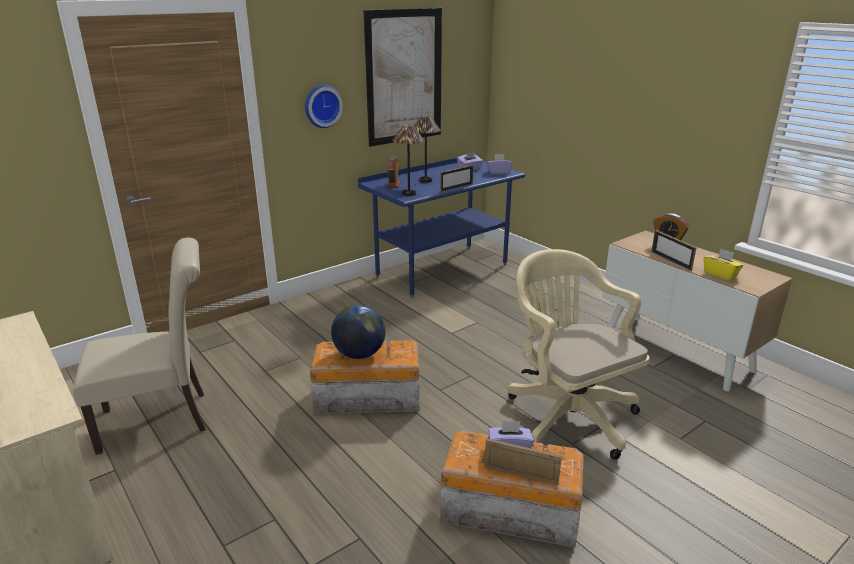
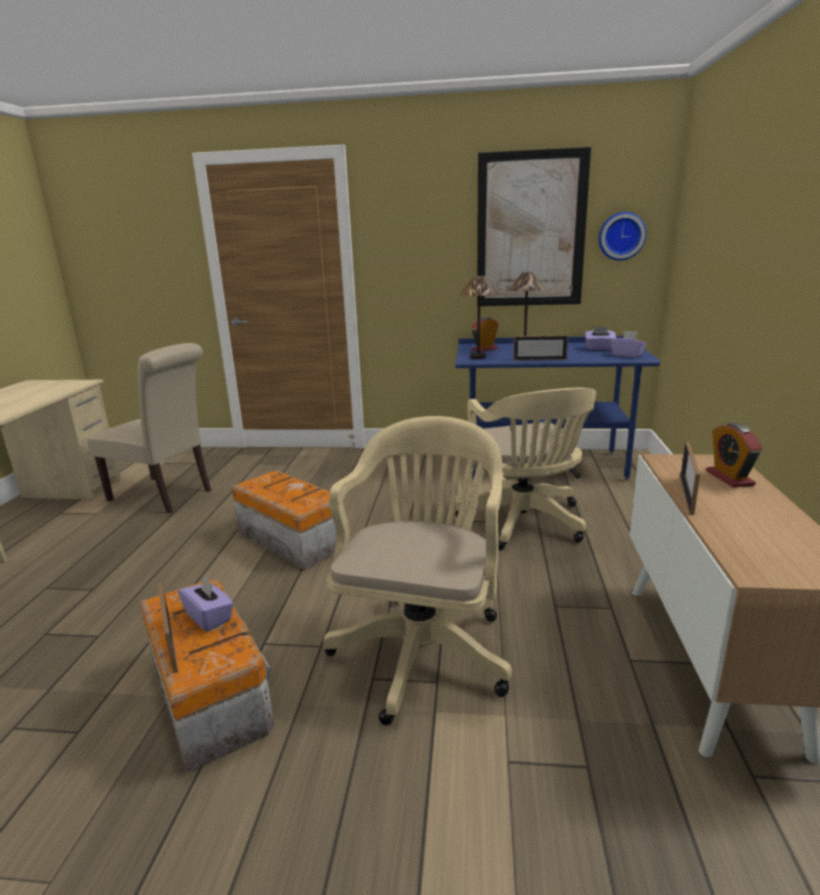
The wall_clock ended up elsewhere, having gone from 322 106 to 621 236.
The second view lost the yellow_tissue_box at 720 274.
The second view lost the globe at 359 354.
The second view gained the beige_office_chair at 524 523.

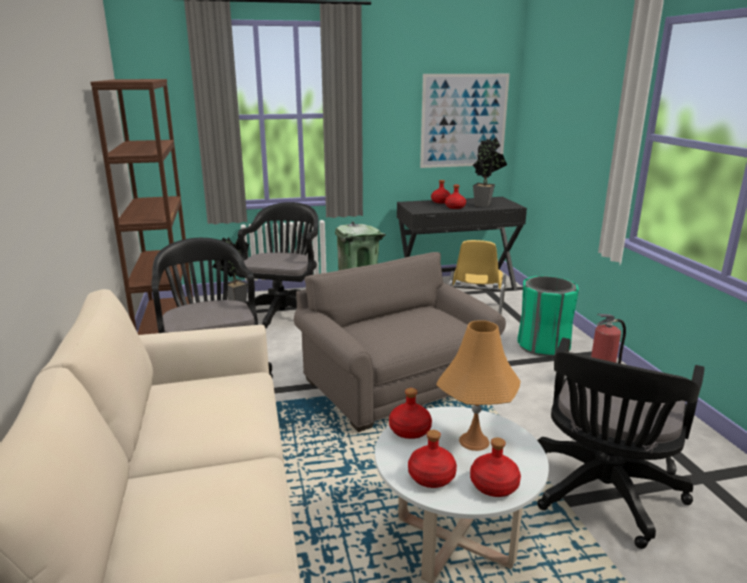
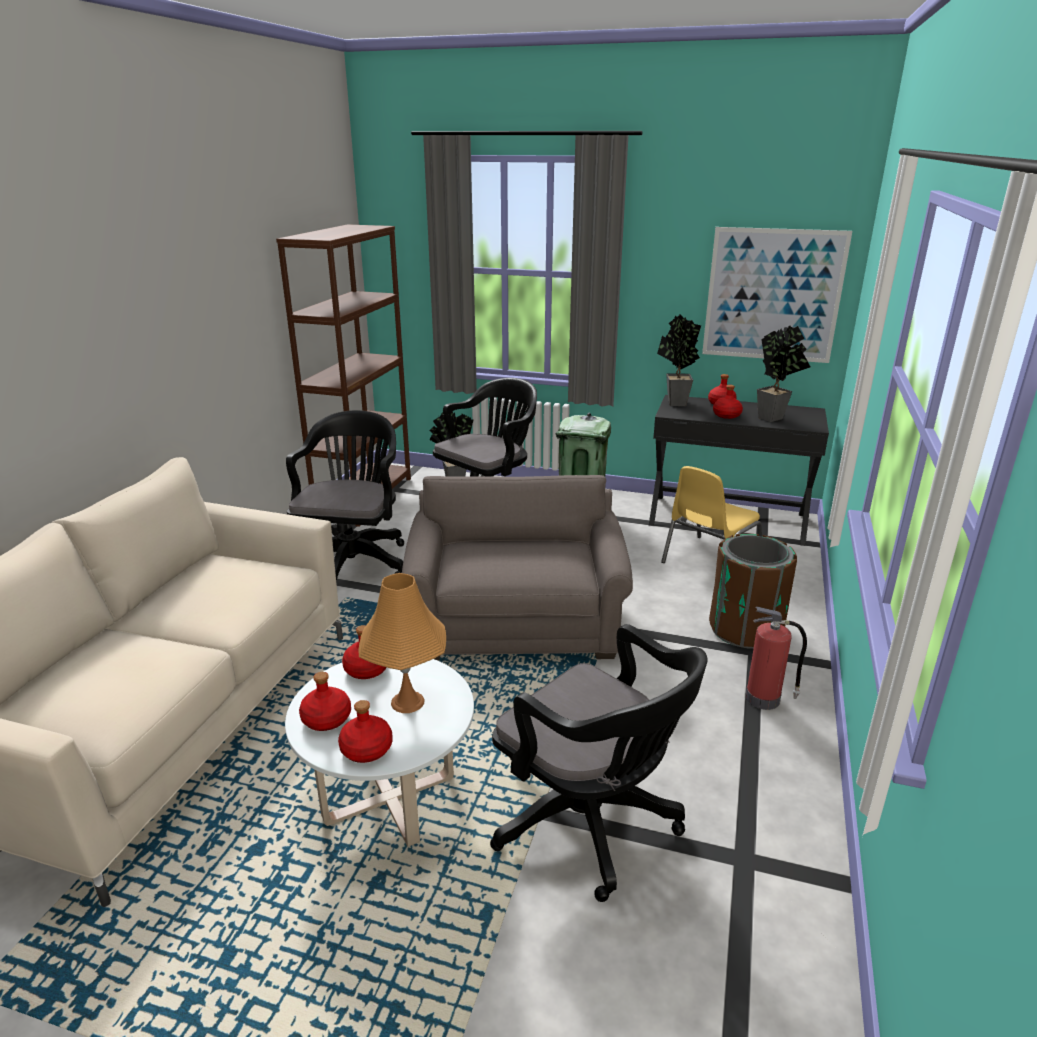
What was the green_trash_can at 543 346 turned into the brown_trash_can at 745 630.
The black_office_chair at 603 495 ended up facing another way, 105 degrees counterclockwise from before.
The second view gained the potted_plant at 675 404.

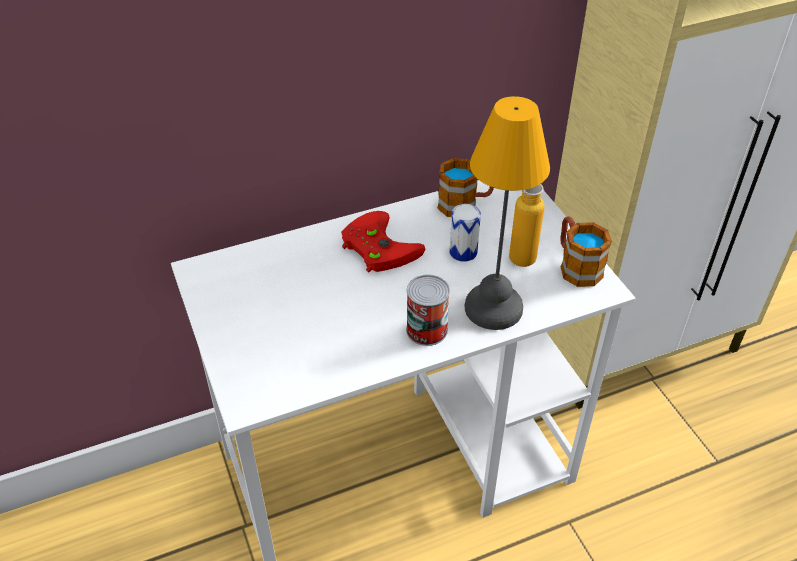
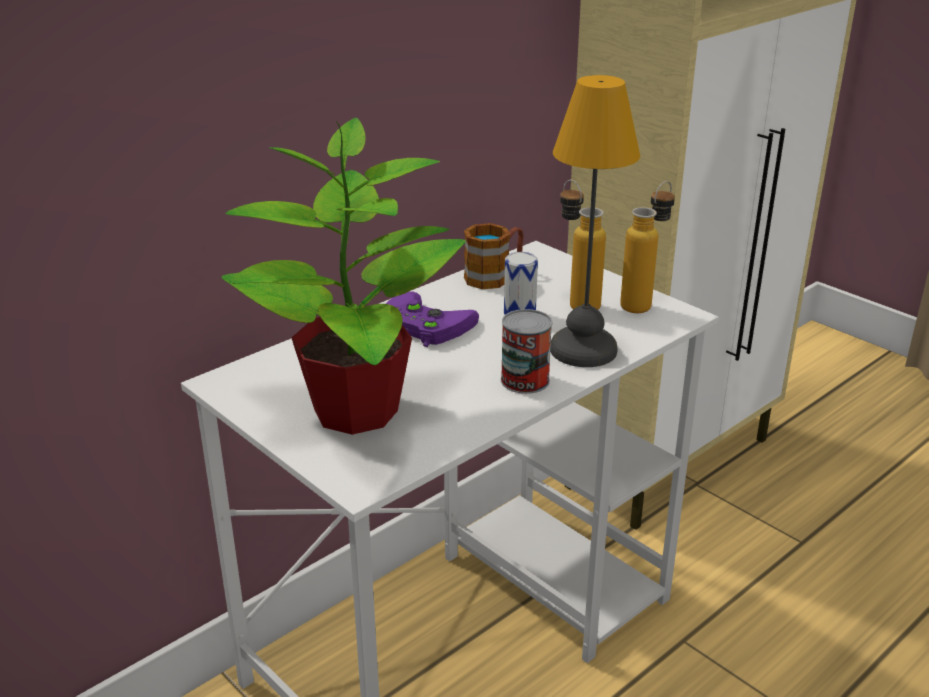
What was the red_game_controller at 376 246 turned into the purple_game_controller at 421 325.
Where the mug stood at 576 266, the bottle came to stand at 643 303.
The second view gained the potted_plant at 353 412.

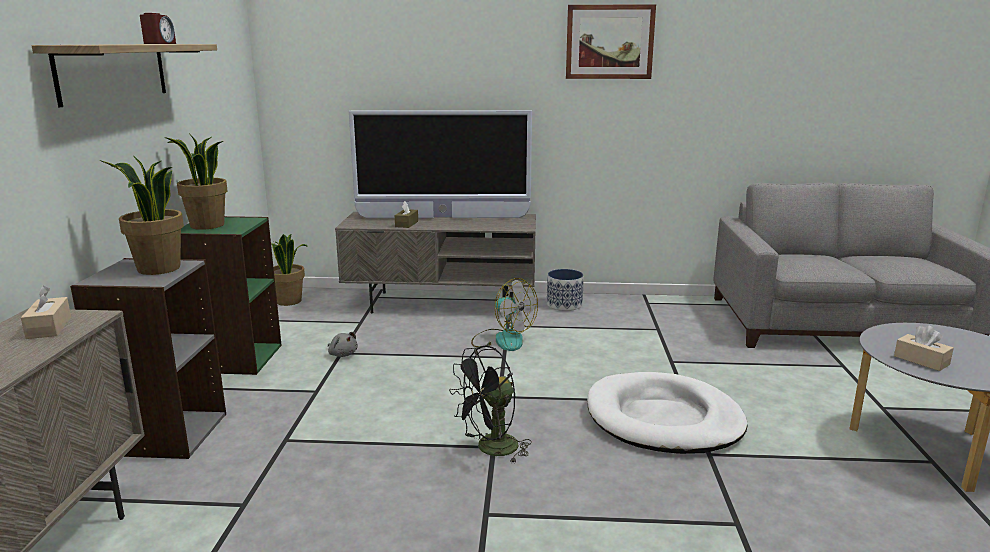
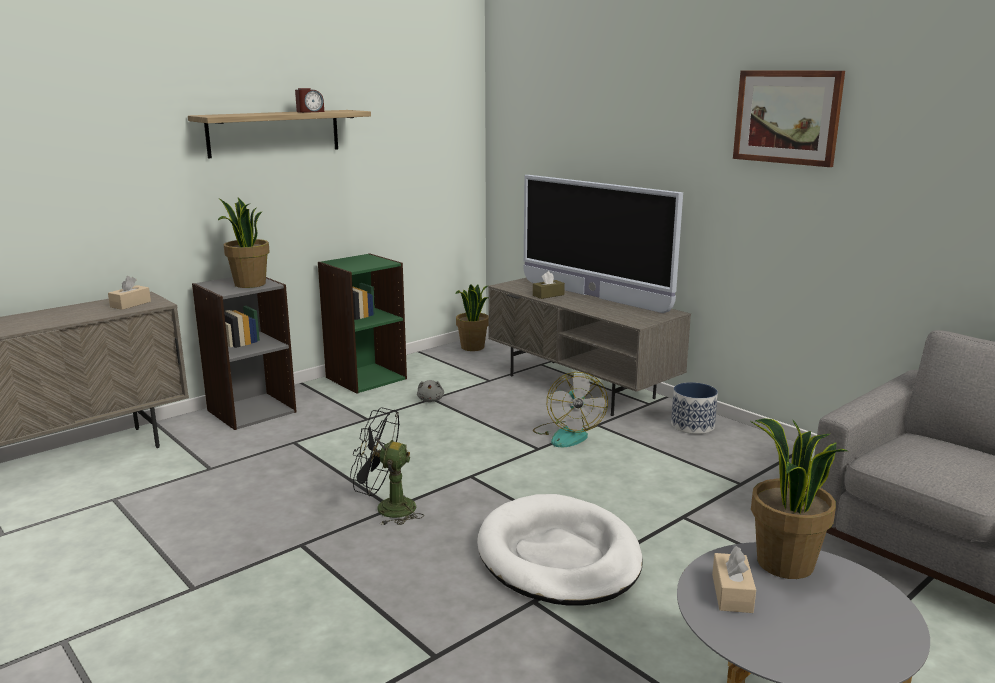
The potted_plant ended up elsewhere, having gone from 207 225 to 784 564.

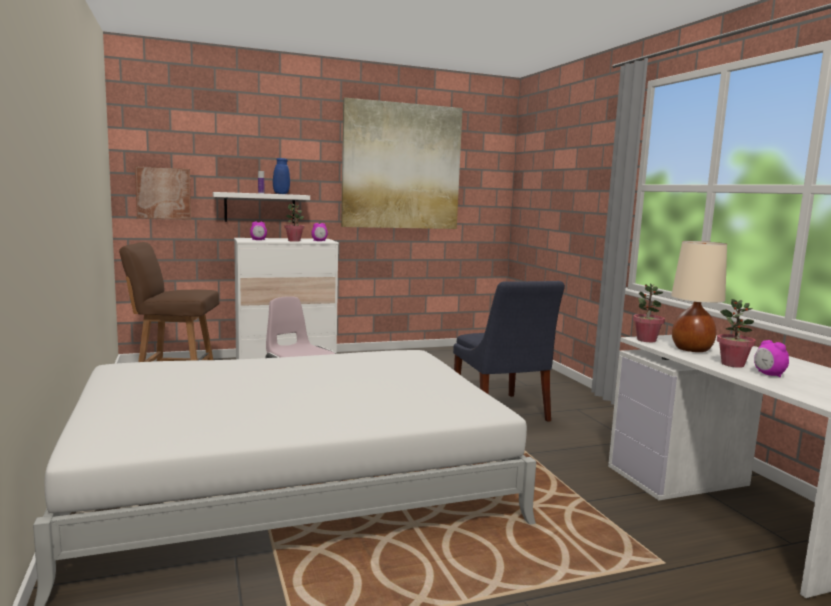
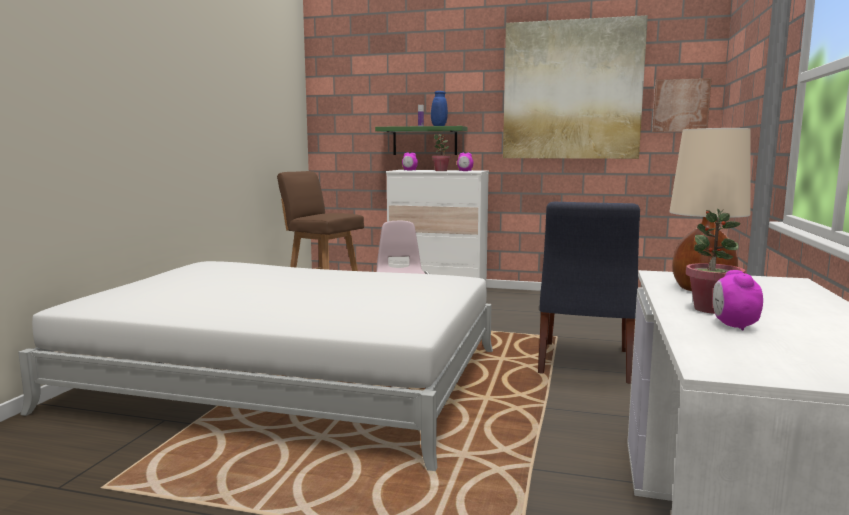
The picture ended up elsewhere, having gone from 163 193 to 680 105.
What was the white_shelf at 260 207 turned into the green_shelf at 425 141.
The second view lost the potted_plant at 646 340.

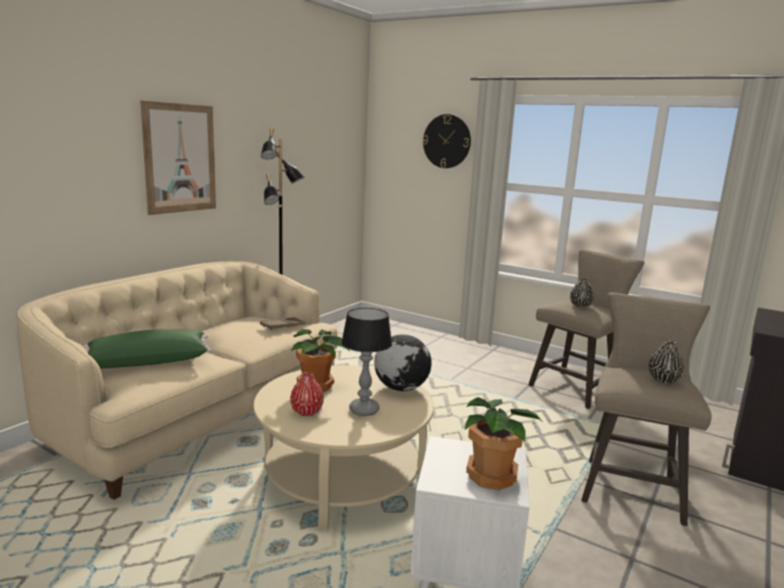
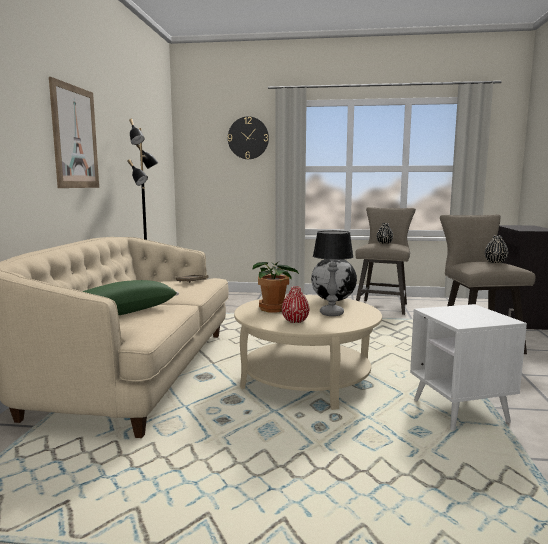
The second view lost the potted_plant at 492 475.

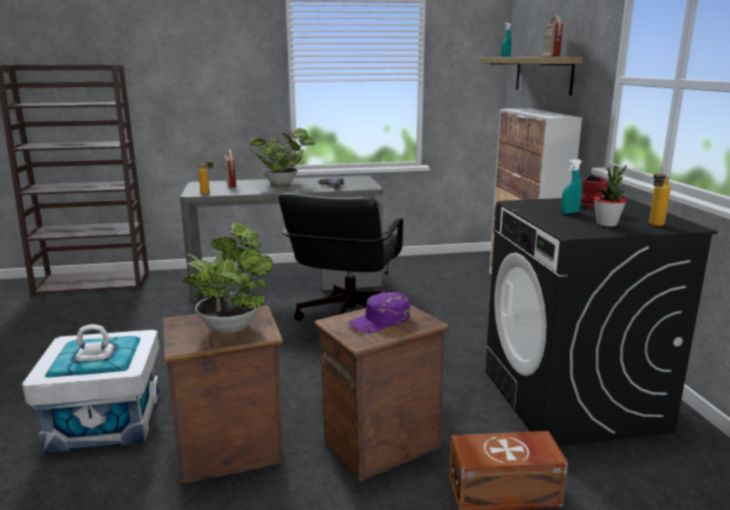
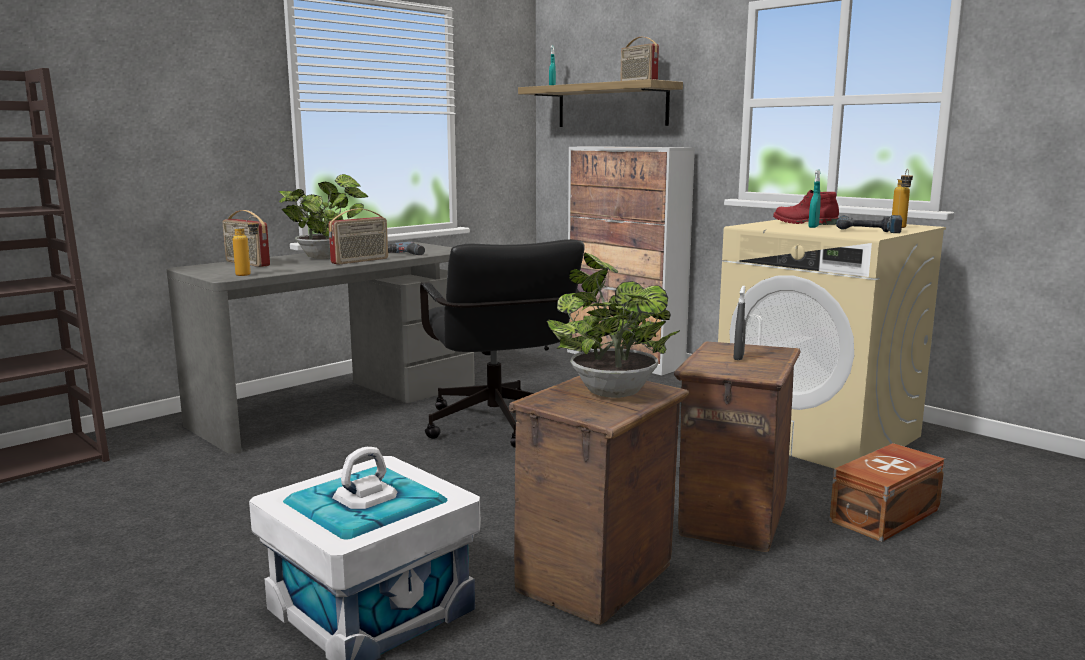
Where the potted_plant stood at 607 224, the power_drill came to stand at 867 230.
What was the black_washing_machine at 572 400 turned into the beige_washing_machine at 818 435.
Where the purple_cap stood at 380 320, the grey_spray_bottle came to stand at 738 357.
The second view gained the radio at 360 261.

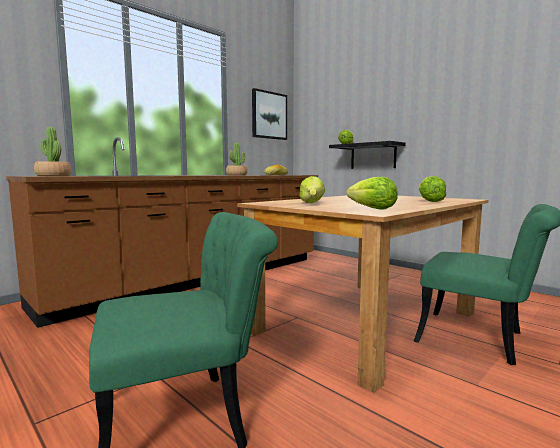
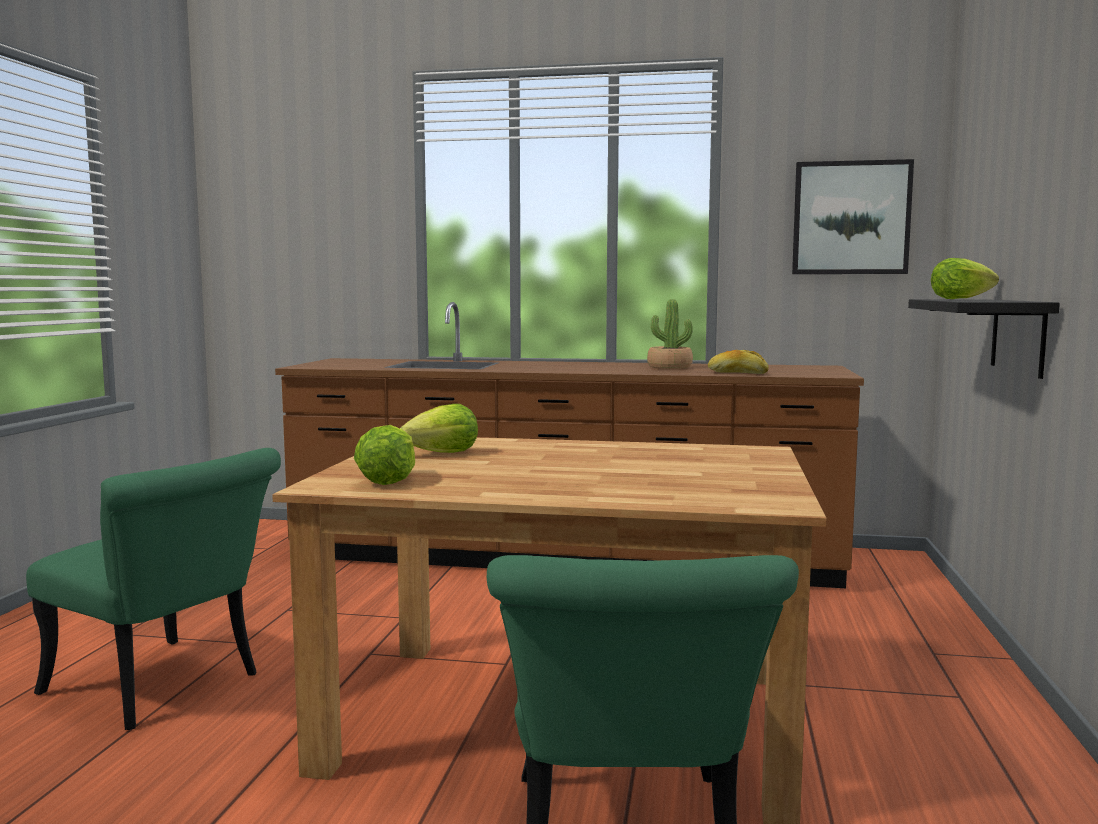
The second view lost the potted_plant at 53 176.
The second view lost the lettuce at 429 201.

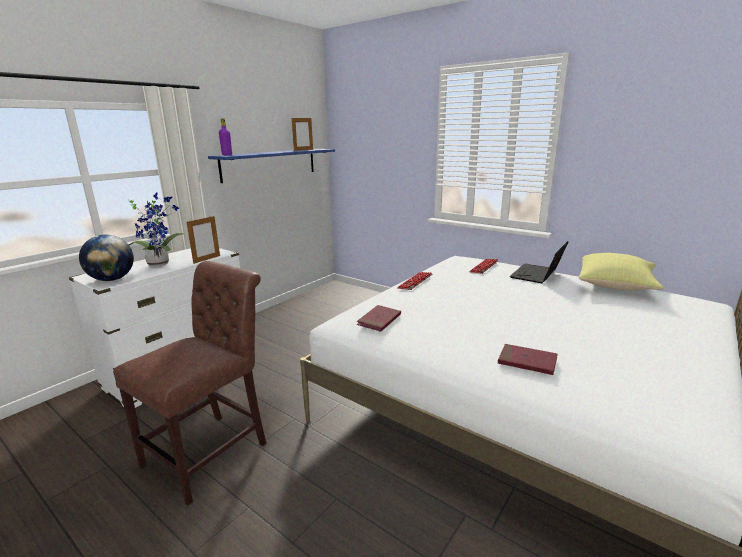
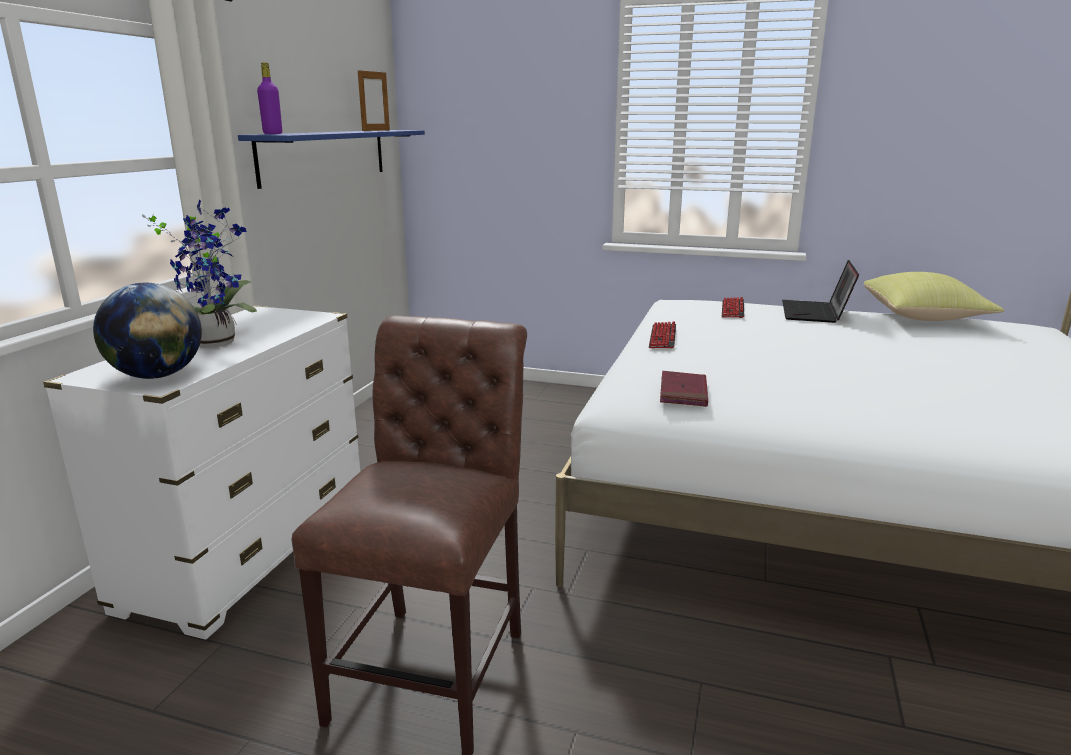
The second view lost the picture_frame at 207 259.
The second view lost the red_book at 527 362.

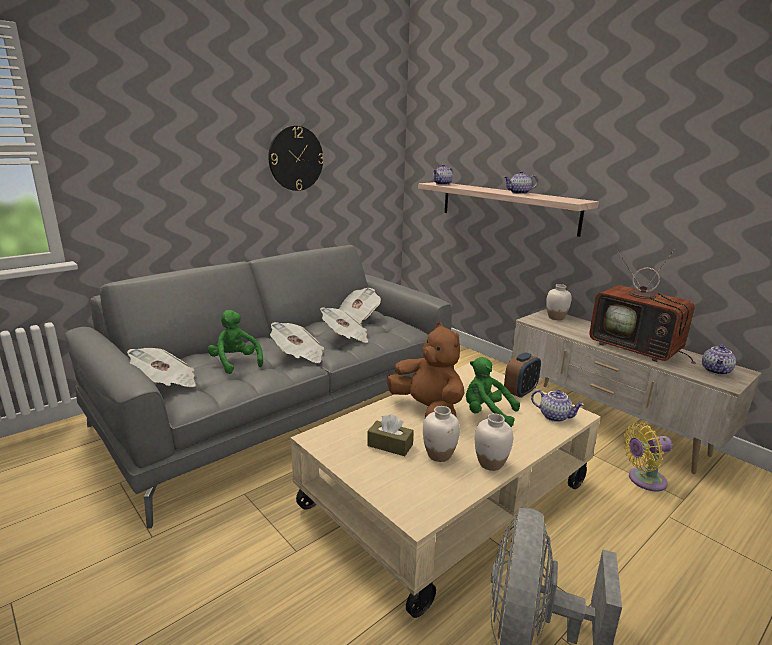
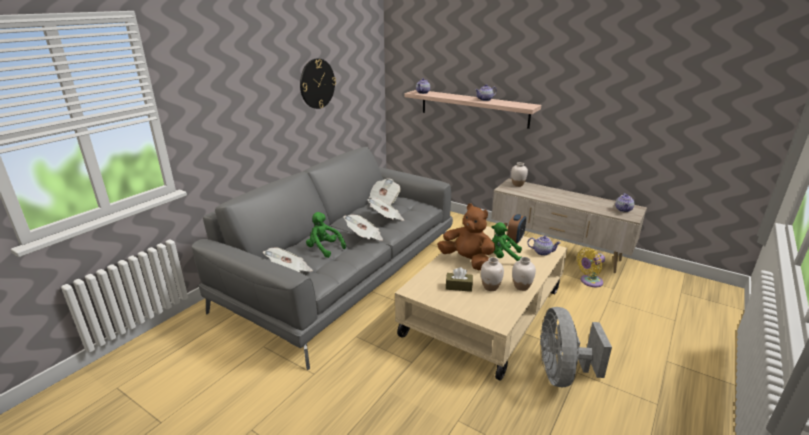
The second view lost the television at 638 348.

